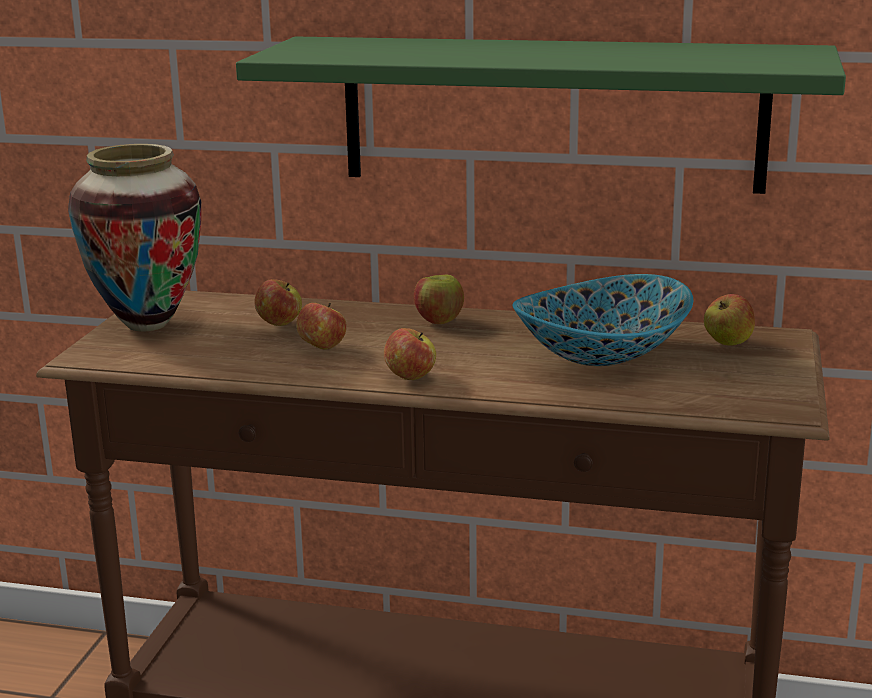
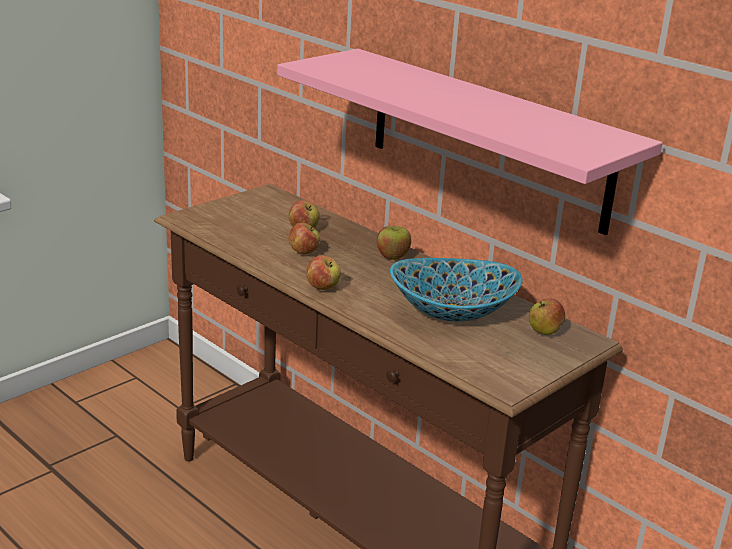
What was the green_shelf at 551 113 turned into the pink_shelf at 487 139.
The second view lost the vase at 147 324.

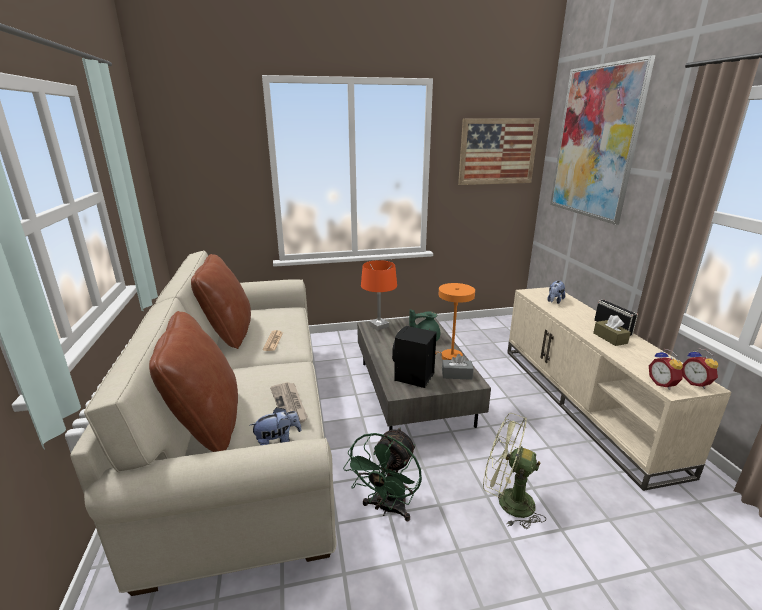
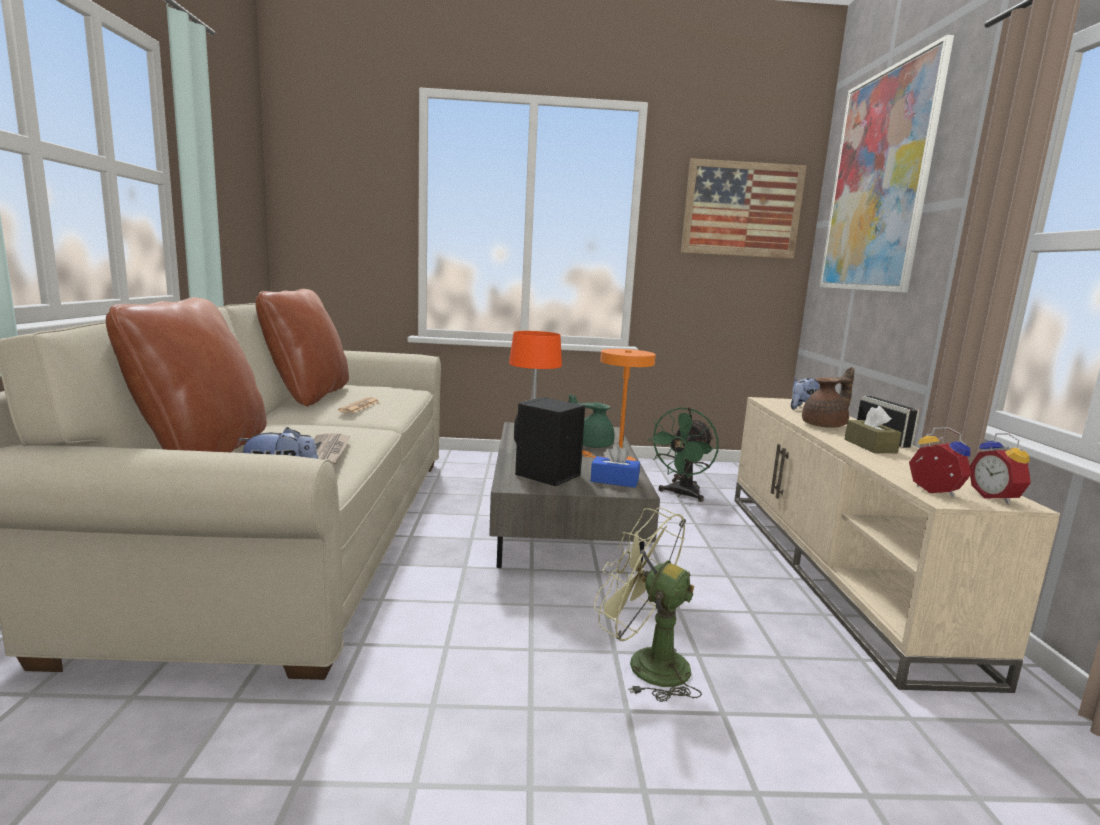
The alarm_clock at 663 384 ended up facing another way, 150 degrees clockwise from before.
What was the grey_tissue_box at 456 375 turned into the blue_tissue_box at 614 481.
The green_fan ended up elsewhere, having gone from 387 508 to 681 494.
The second view gained the brown_teapot at 825 426.

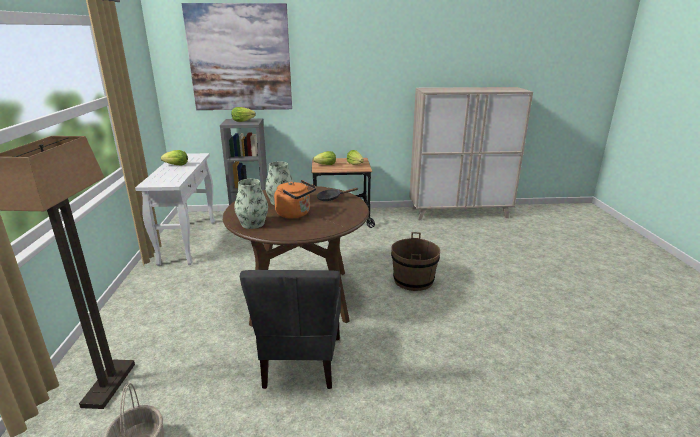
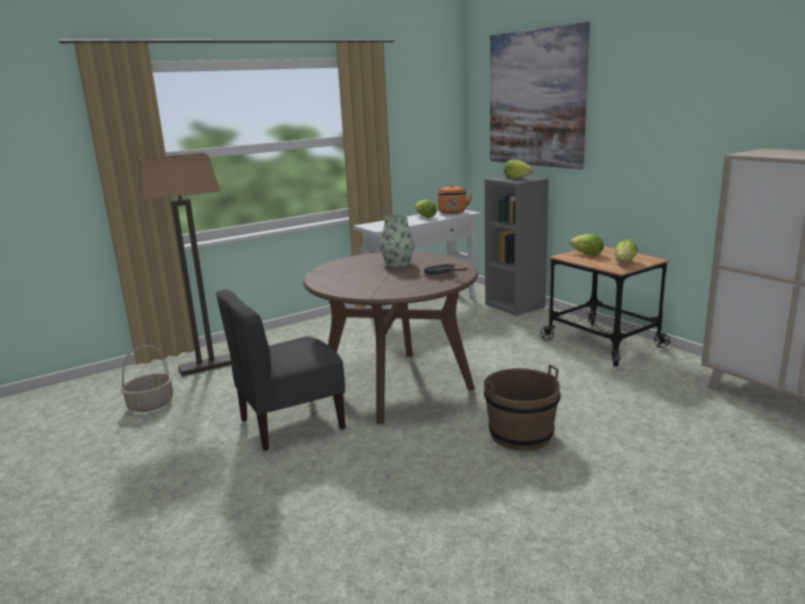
The second view lost the vase at 252 224.
The orange_kettle ended up elsewhere, having gone from 295 214 to 452 212.

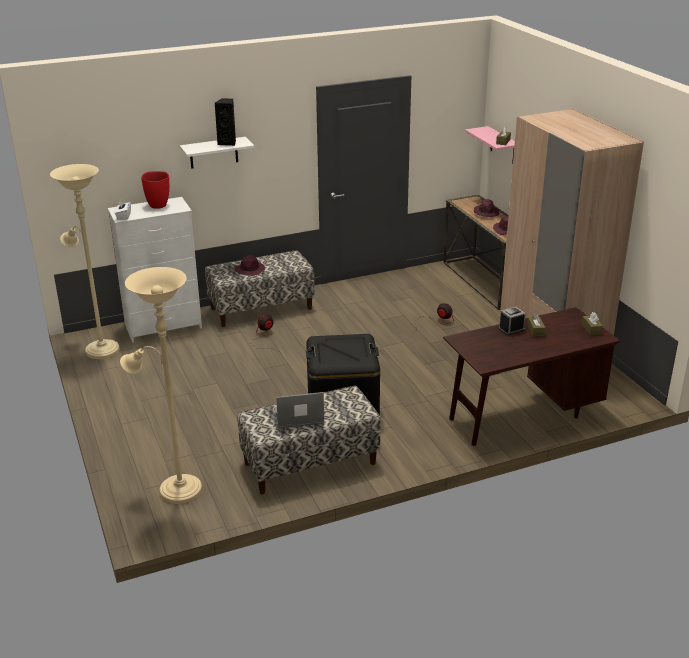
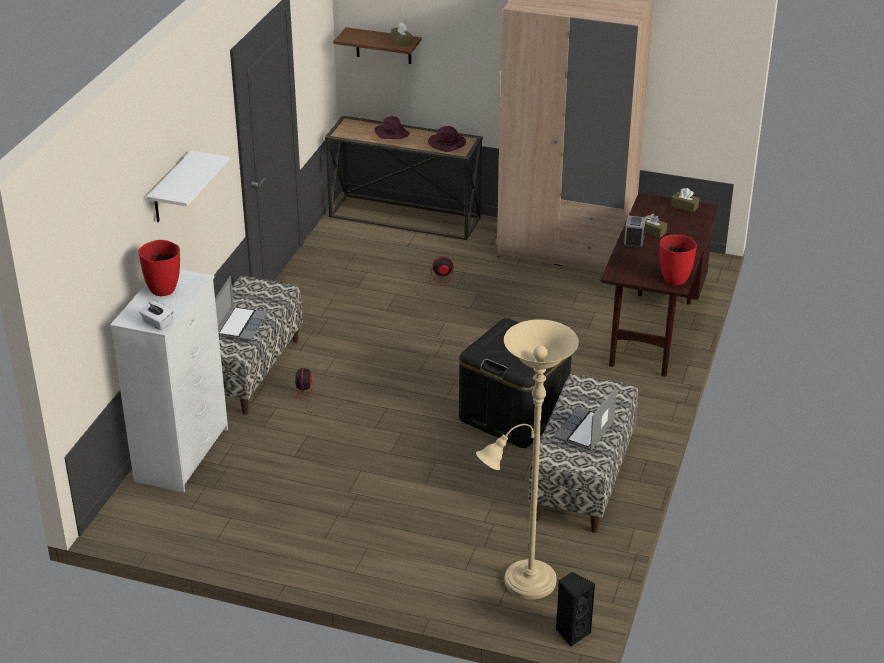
The black_speaker ended up elsewhere, having gone from 228 143 to 572 632.
What was the pink_shelf at 503 146 turned into the brown_shelf at 383 46.
The second view lost the beige_floor_lamp at 100 349.
Where the purple_hat stood at 250 270, the laptop came to stand at 240 325.
The second view gained the red_vase at 674 279.

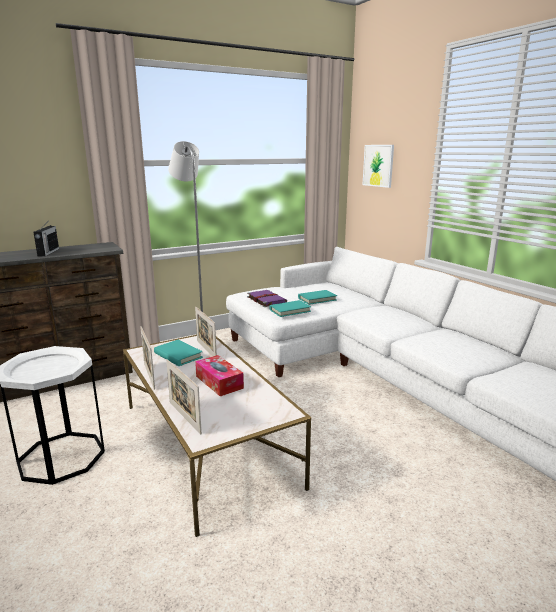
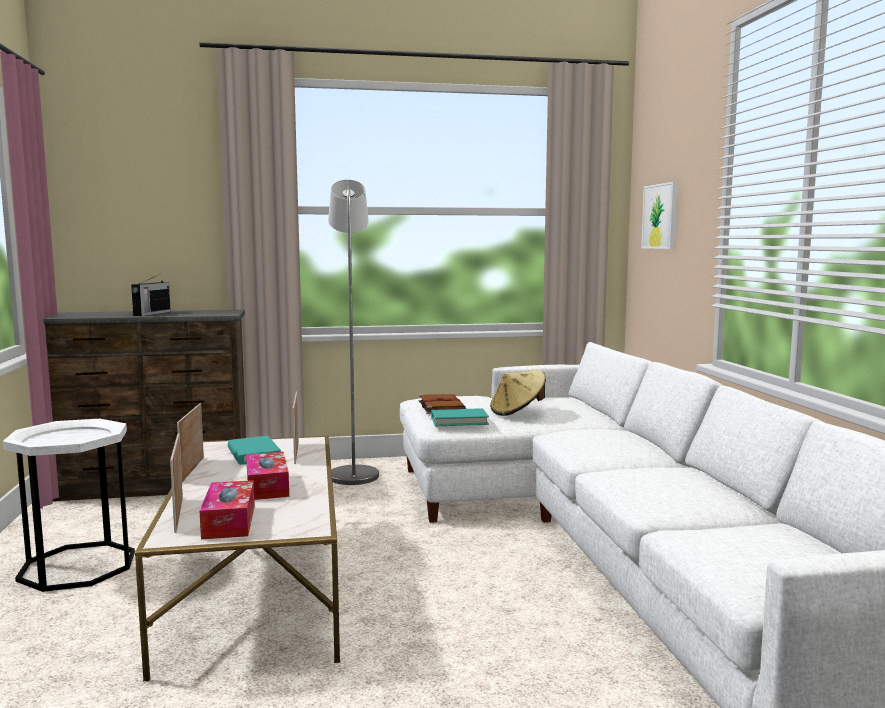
What was the purple_book at 266 299 turned into the brown_book at 441 406.
Where the turquoise_book stood at 317 299, the beige_hat came to stand at 518 412.
The second view gained the tissue_box at 229 521.

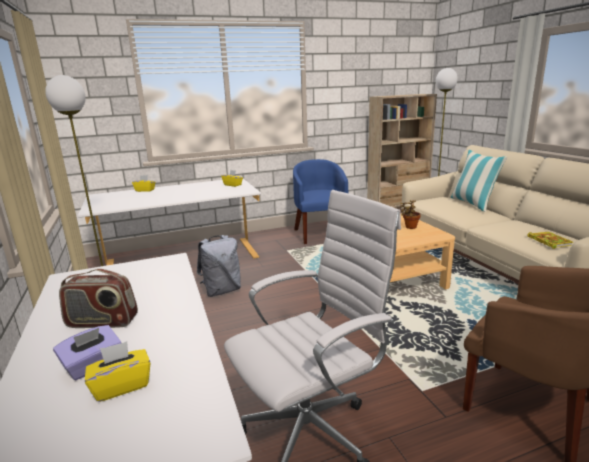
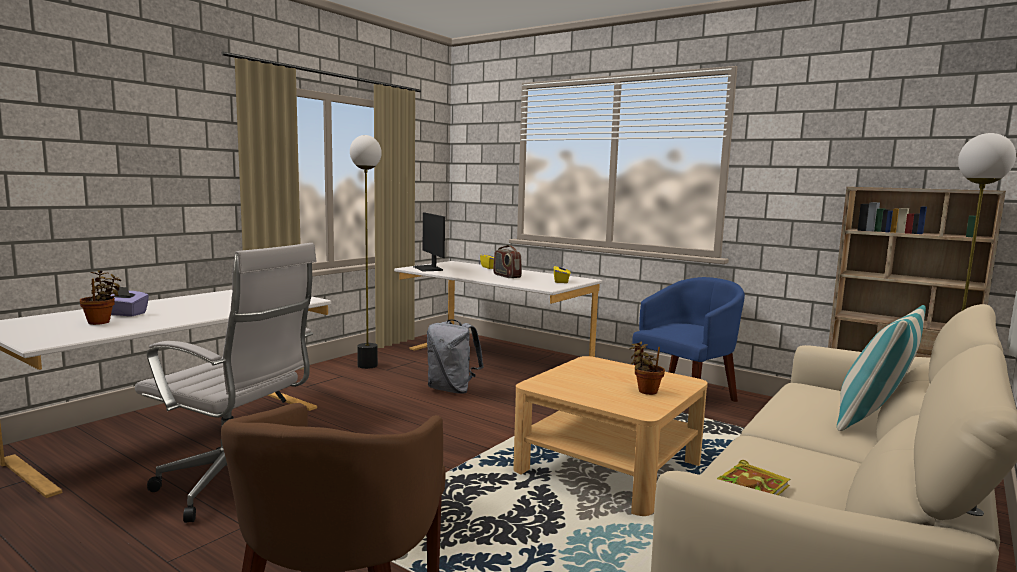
The radio ended up elsewhere, having gone from 102 322 to 506 276.
Where the yellow_tissue_box stood at 122 385, the potted_plant came to stand at 101 322.
The second view gained the monitor at 428 268.

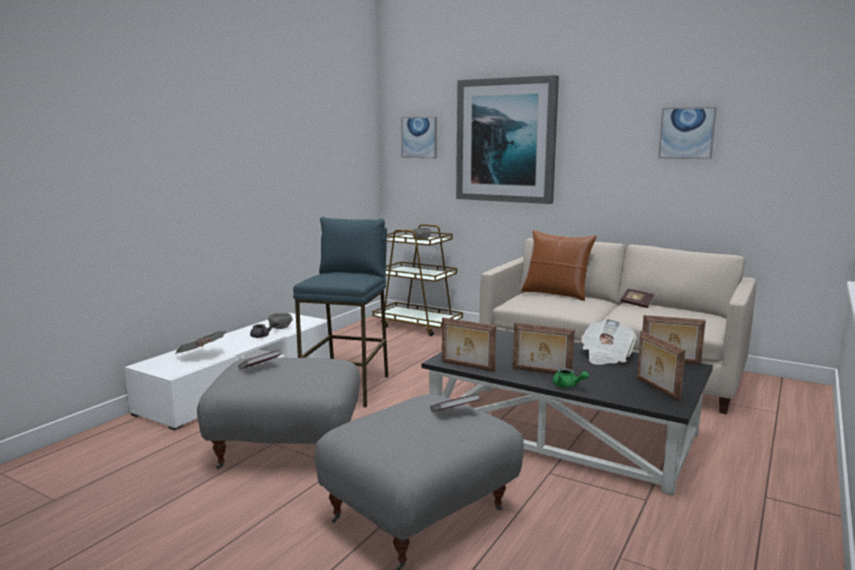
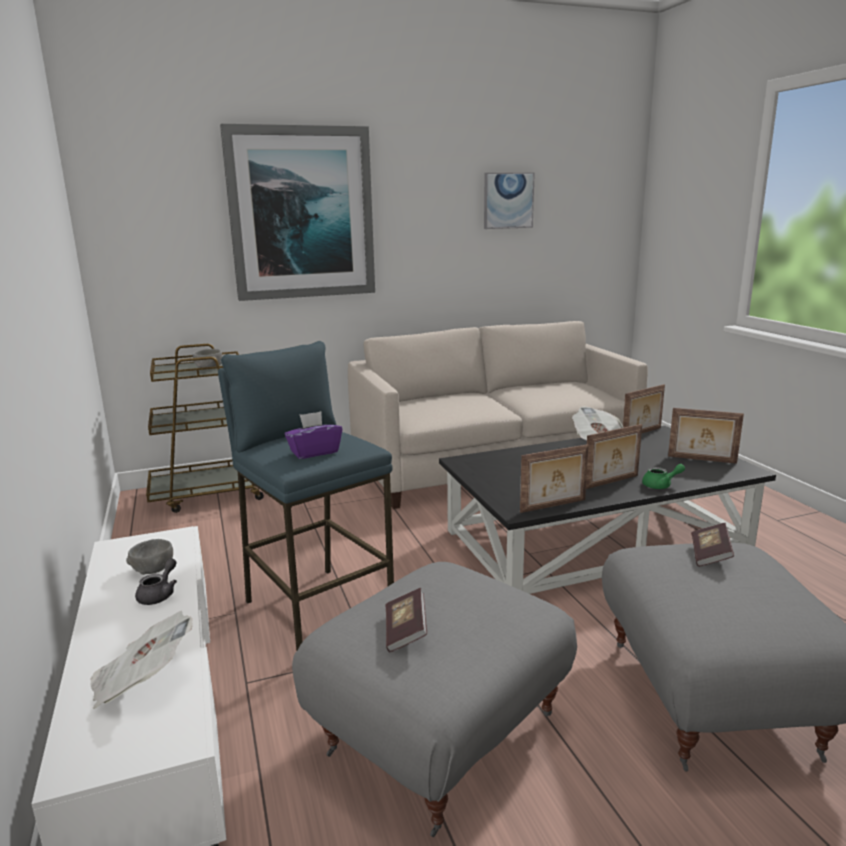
The second view lost the picture at 419 137.
The second view lost the brown_pillow at 556 294.
The second view lost the book at 636 304.
The second view gained the purple_tissue_box at 314 452.

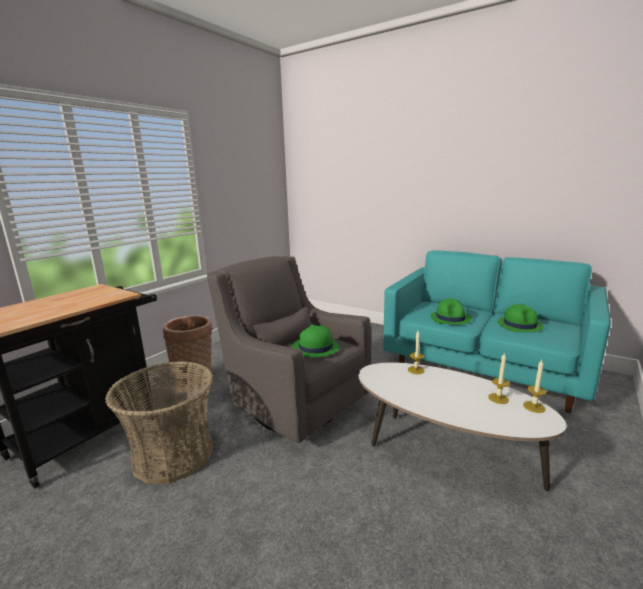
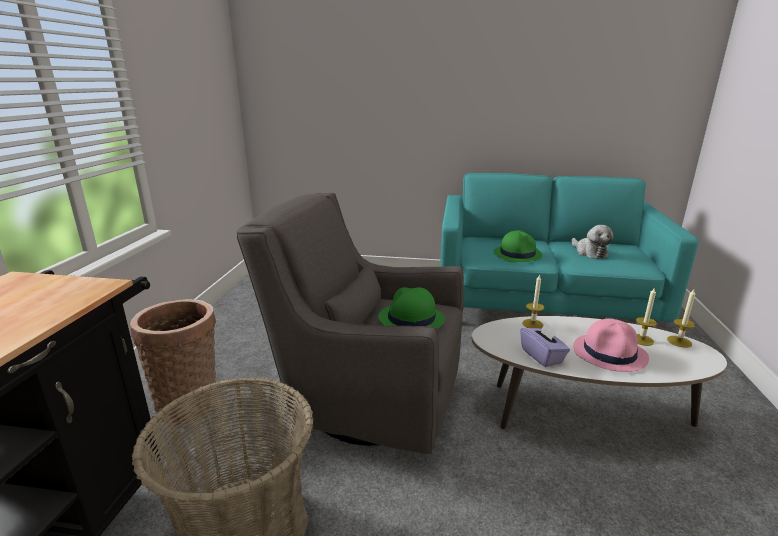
Where the green_hat stood at 519 325, the plush_toy came to stand at 589 252.
The second view gained the pink_hat at 610 353.
The second view gained the purple_tissue_box at 542 356.

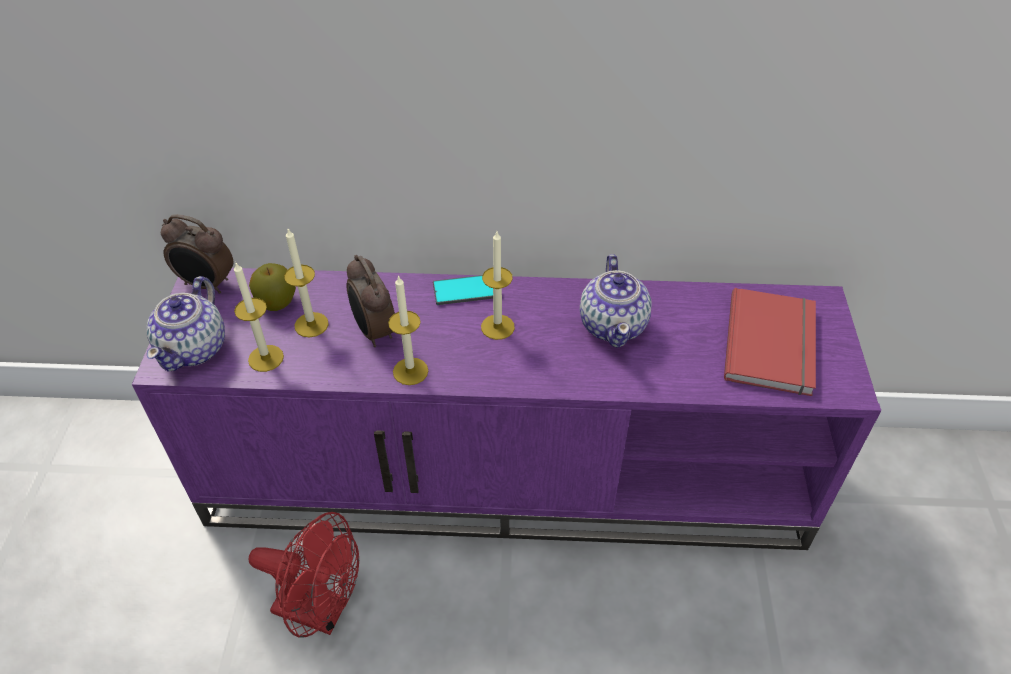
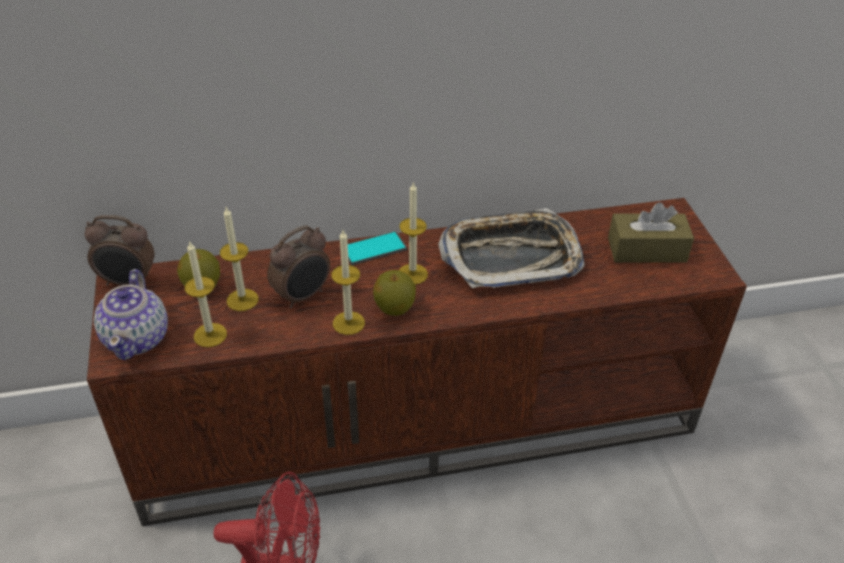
Where the teapot stood at 613 325, the tray came to stand at 511 256.
The alarm_clock at 374 331 ended up facing another way, 90 degrees counterclockwise from before.
What was the purple_tv_stand at 509 475 turned into the brown_tv_stand at 421 423.
Where the red_book stood at 773 344, the brown_tissue_box came to stand at 646 250.
The second view gained the apple at 394 307.

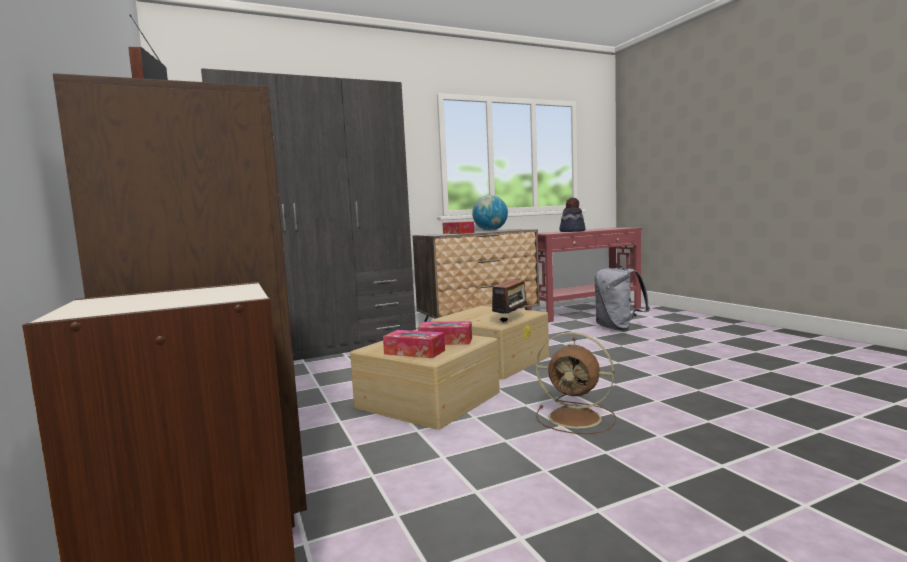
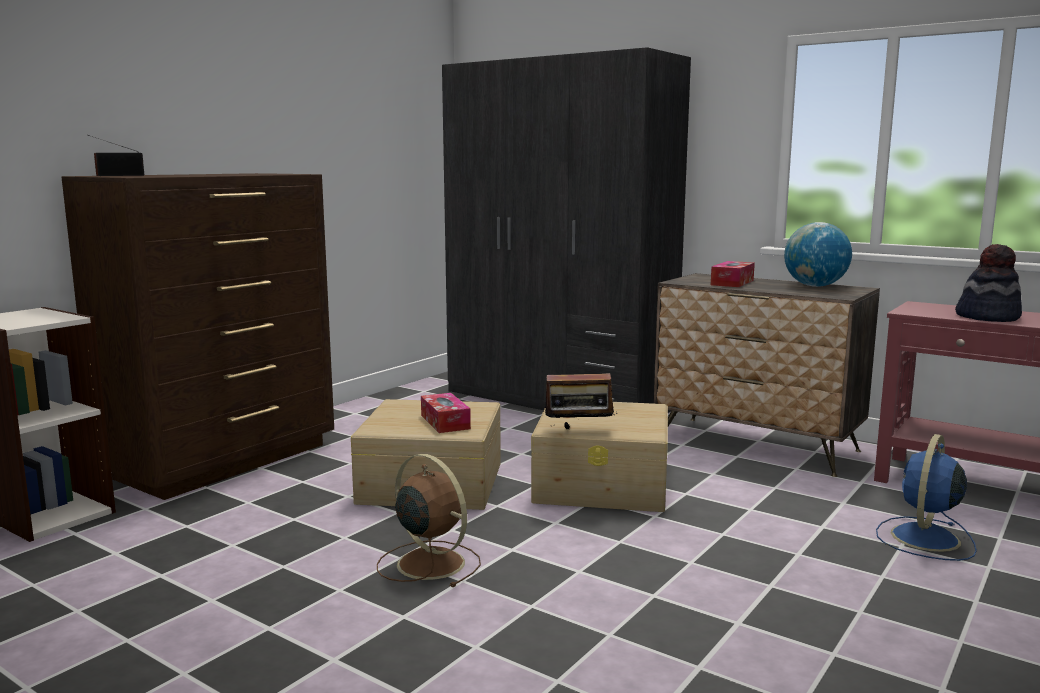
Where the grey_backpack stood at 618 328, the blue_fan came to stand at 924 539.
The second view lost the tissue_box at 414 352.
The brown_fan at 577 418 ended up facing another way, 135 degrees clockwise from before.

